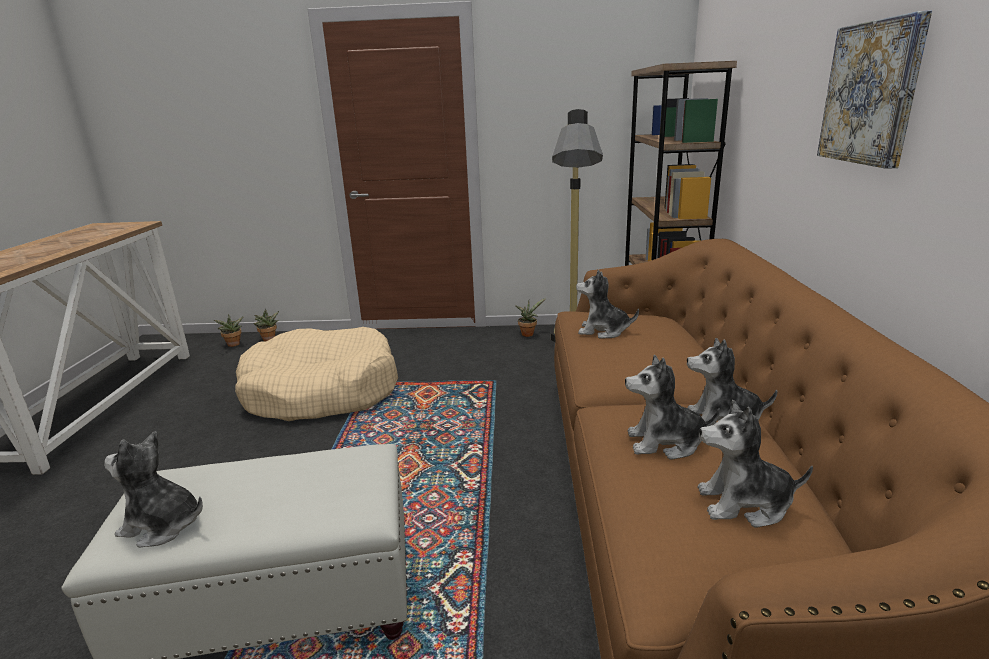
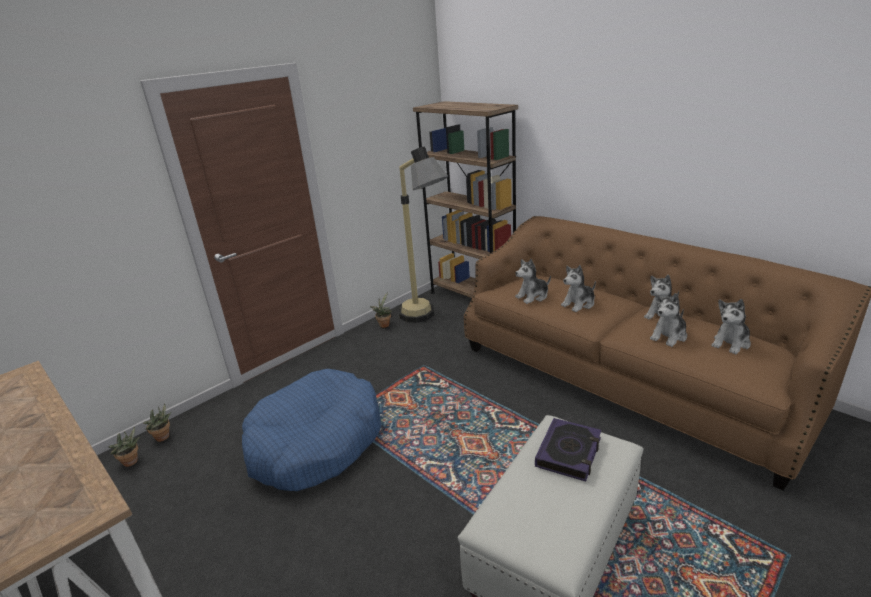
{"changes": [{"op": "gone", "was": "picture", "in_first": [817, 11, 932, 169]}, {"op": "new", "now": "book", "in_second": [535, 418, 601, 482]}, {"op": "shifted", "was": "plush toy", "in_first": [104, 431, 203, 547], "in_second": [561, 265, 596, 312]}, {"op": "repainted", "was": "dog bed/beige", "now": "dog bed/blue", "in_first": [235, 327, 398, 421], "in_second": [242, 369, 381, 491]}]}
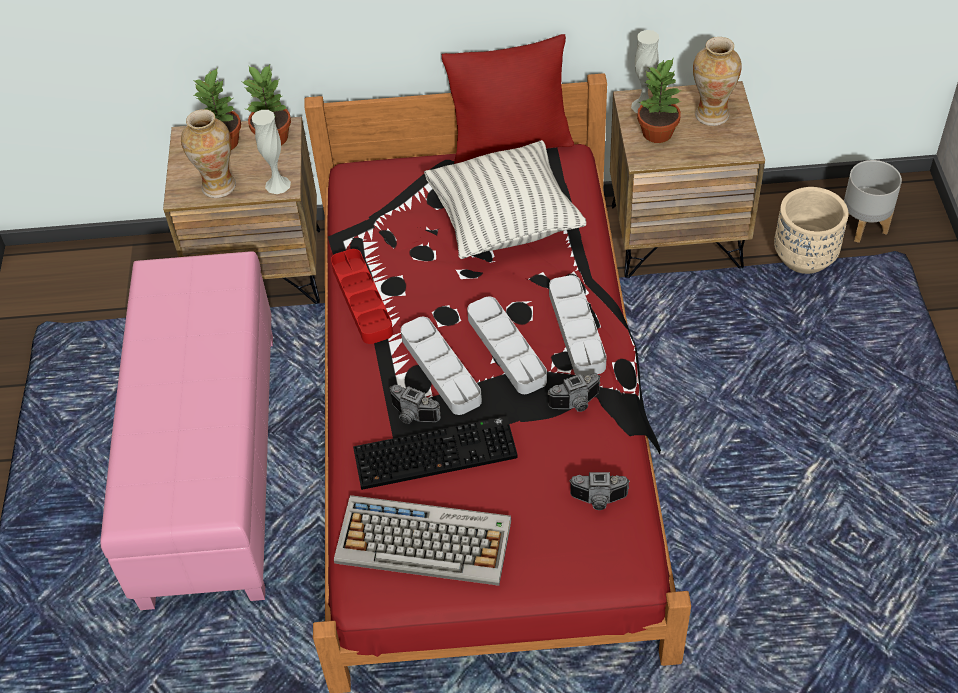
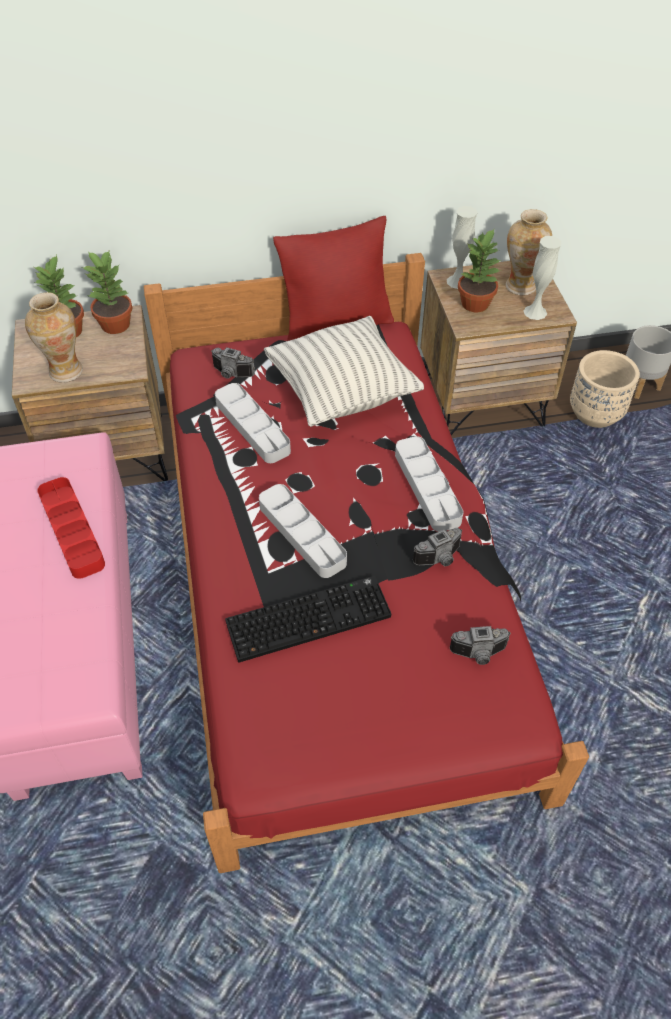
{"changes": [{"op": "gone", "was": "keyboard", "in_first": [334, 495, 511, 586]}, {"op": "shifted", "was": "vase/white", "in_first": [252, 110, 291, 194], "in_second": [524, 236, 561, 320]}, {"op": "shifted", "was": "tray/red", "in_first": [331, 249, 393, 344], "in_second": [37, 477, 105, 579]}, {"op": "shifted", "was": "photo camera", "in_first": [390, 385, 441, 424], "in_second": [211, 347, 255, 379]}, {"op": "shifted", "was": "tray/grey", "in_first": [467, 296, 547, 394], "in_second": [215, 383, 291, 463]}]}
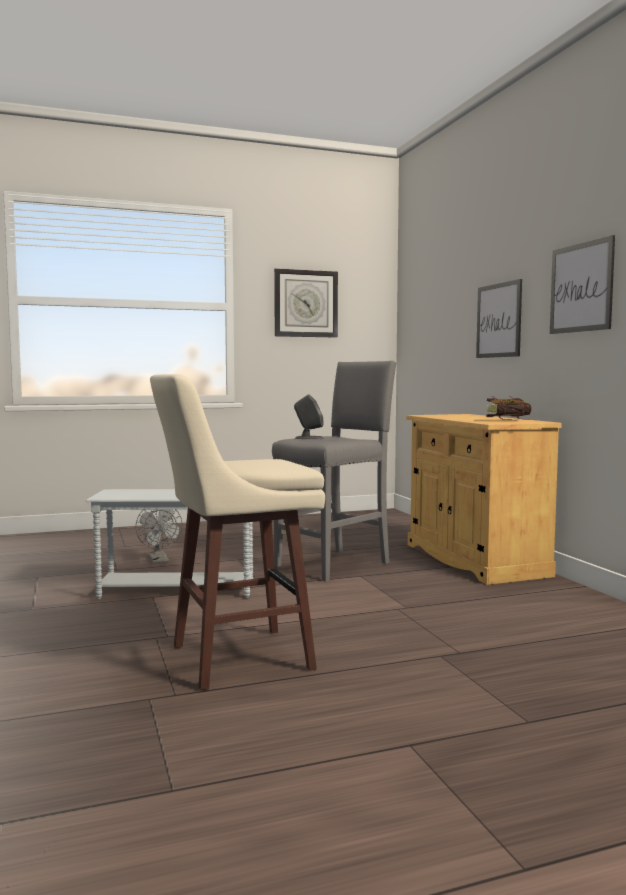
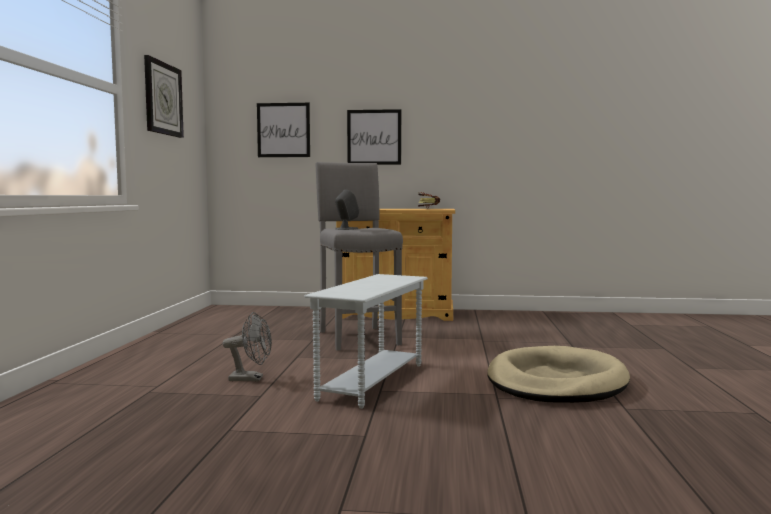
{"changes": [{"op": "shifted", "was": "picture", "in_first": [550, 235, 615, 334], "in_second": [257, 103, 310, 157]}, {"op": "swapped", "was": "stool/beige", "now": "dog bed/beige", "in_first": [150, 374, 325, 691], "in_second": [487, 346, 630, 403]}]}
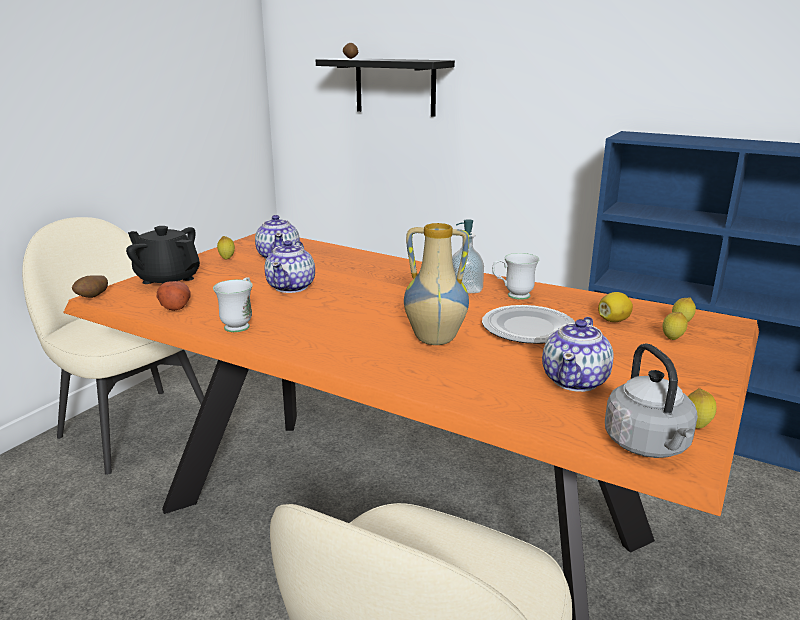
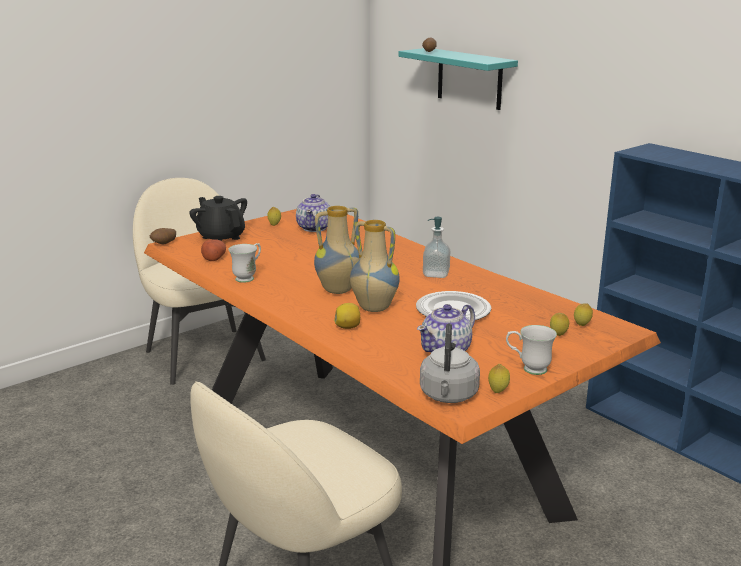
{"changes": [{"op": "gone", "was": "teapot", "in_first": [265, 240, 315, 293]}, {"op": "new", "now": "vase", "in_second": [314, 206, 360, 294]}, {"op": "shifted", "was": "mug/white", "in_first": [492, 253, 539, 300], "in_second": [506, 325, 557, 375]}, {"op": "shifted", "was": "lemon", "in_first": [598, 292, 633, 322], "in_second": [334, 303, 360, 329]}, {"op": "repainted", "was": "shelf/black", "now": "shelf/turquoise", "in_first": [316, 58, 455, 117], "in_second": [398, 48, 518, 110]}]}
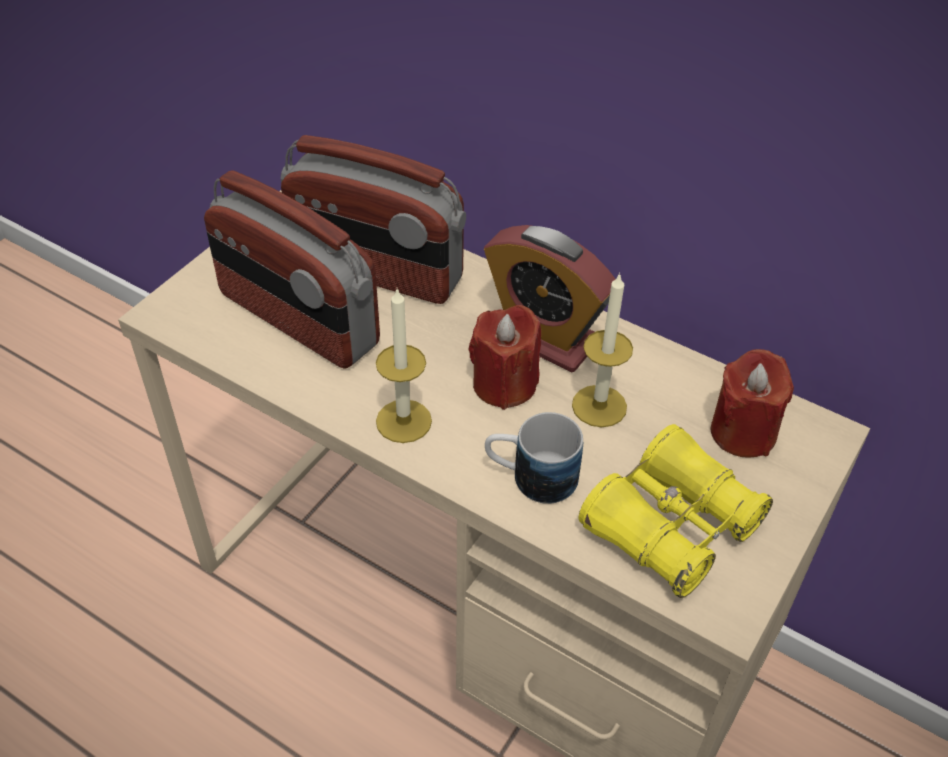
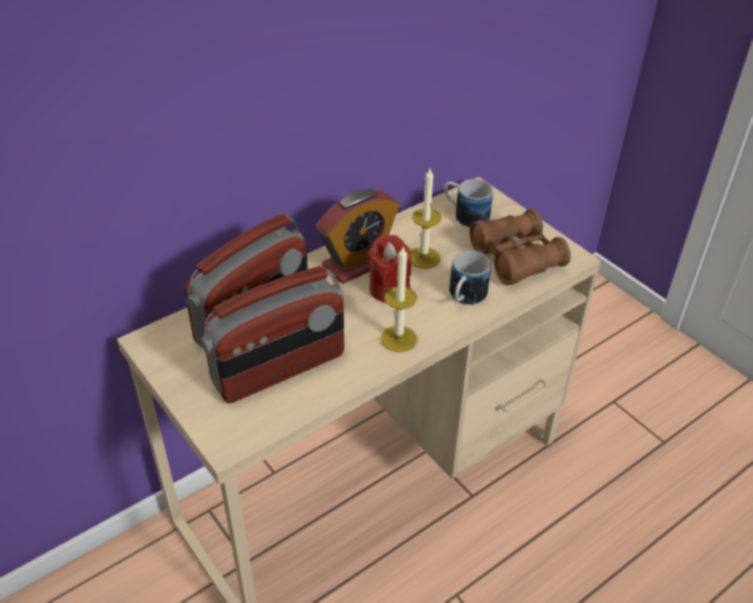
{"changes": [{"op": "swapped", "was": "candle/red", "now": "mug", "in_first": [710, 349, 794, 458], "in_second": [444, 179, 493, 228]}, {"op": "repainted", "was": "binoculars/yellow", "now": "binoculars/brown", "in_first": [579, 424, 773, 598], "in_second": [469, 209, 571, 285]}]}
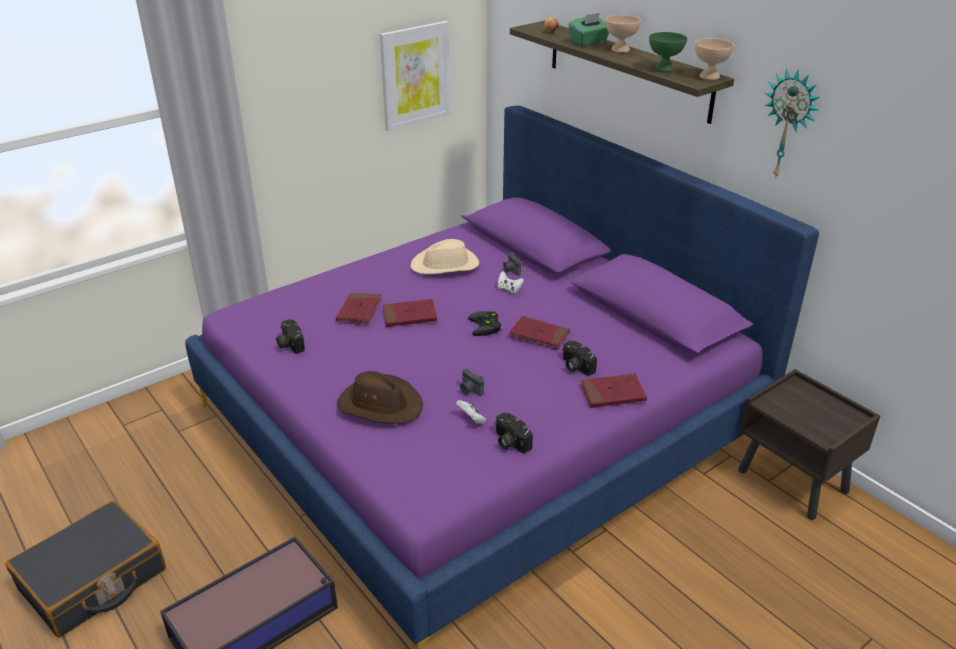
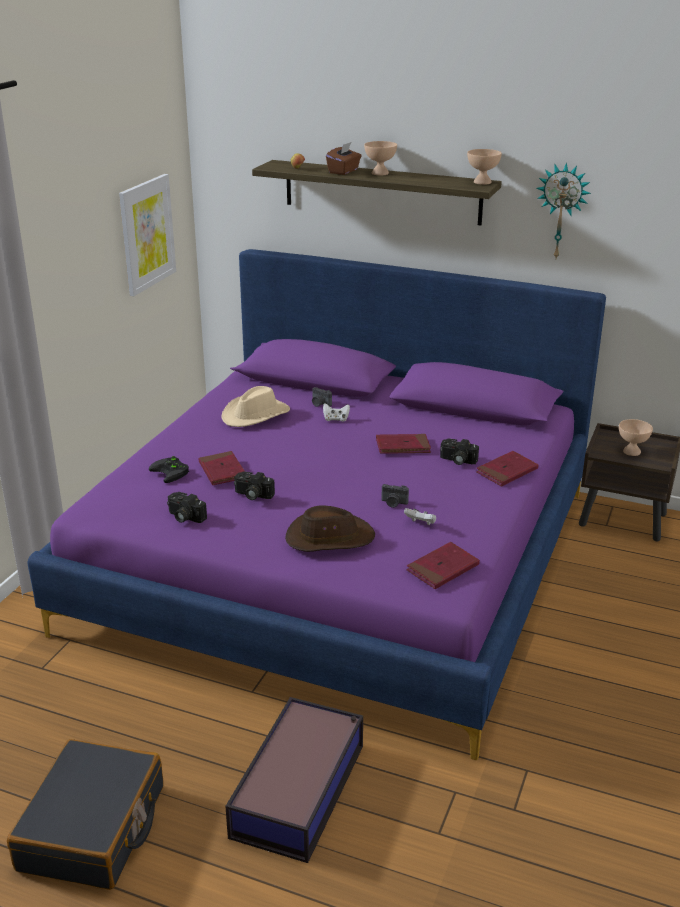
{"changes": [{"op": "gone", "was": "bowl/green", "in_first": [649, 32, 687, 72]}, {"op": "new", "now": "bowl/beige", "in_second": [619, 419, 653, 456]}, {"op": "shifted", "was": "book/red", "in_first": [383, 299, 437, 327], "in_second": [407, 542, 480, 589]}, {"op": "shifted", "was": "game controller/black", "in_first": [468, 311, 501, 336], "in_second": [149, 456, 189, 483]}, {"op": "shifted", "was": "photo camera", "in_first": [495, 412, 533, 453], "in_second": [234, 471, 275, 500]}, {"op": "repainted", "was": "tissue box/green", "now": "tissue box/brown", "in_first": [569, 13, 609, 46], "in_second": [326, 142, 362, 175]}]}
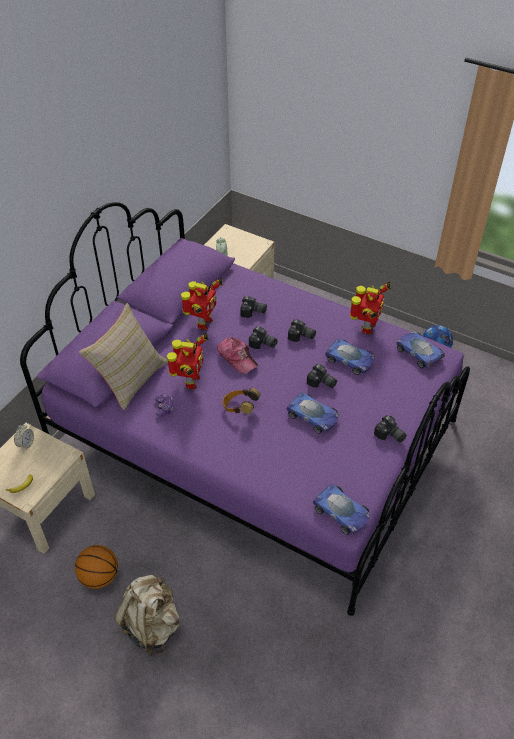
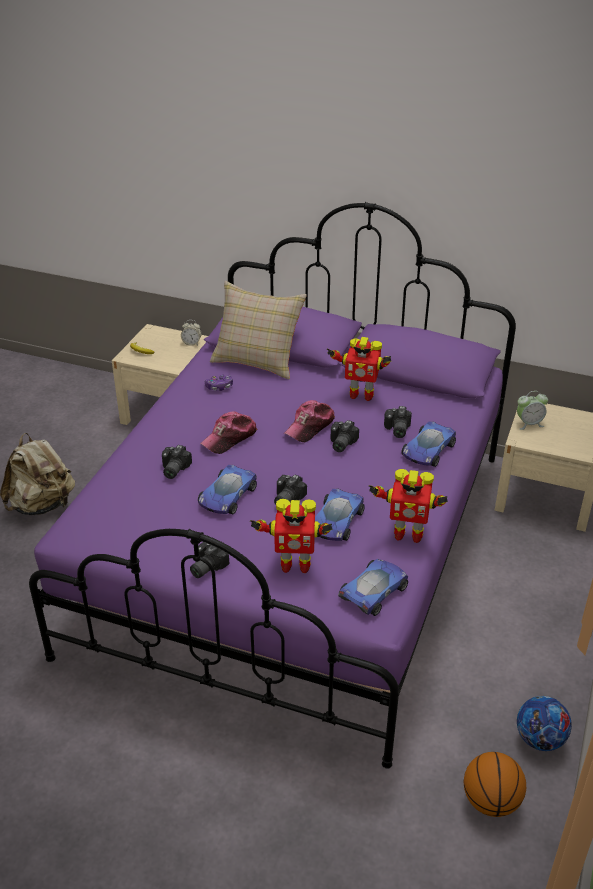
{"changes": [{"op": "shifted", "was": "basketball", "in_first": [75, 545, 118, 589], "in_second": [464, 752, 526, 817]}, {"op": "shifted", "was": "toy robot", "in_first": [167, 332, 209, 389], "in_second": [250, 499, 333, 573]}, {"op": "shifted", "was": "photo camera", "in_first": [288, 319, 316, 342], "in_second": [162, 445, 192, 479]}, {"op": "shifted", "was": "toy car", "in_first": [313, 484, 370, 535], "in_second": [401, 421, 456, 467]}, {"op": "swapped", "was": "headphones", "now": "cap", "in_first": [223, 388, 260, 414], "in_second": [200, 412, 257, 454]}]}
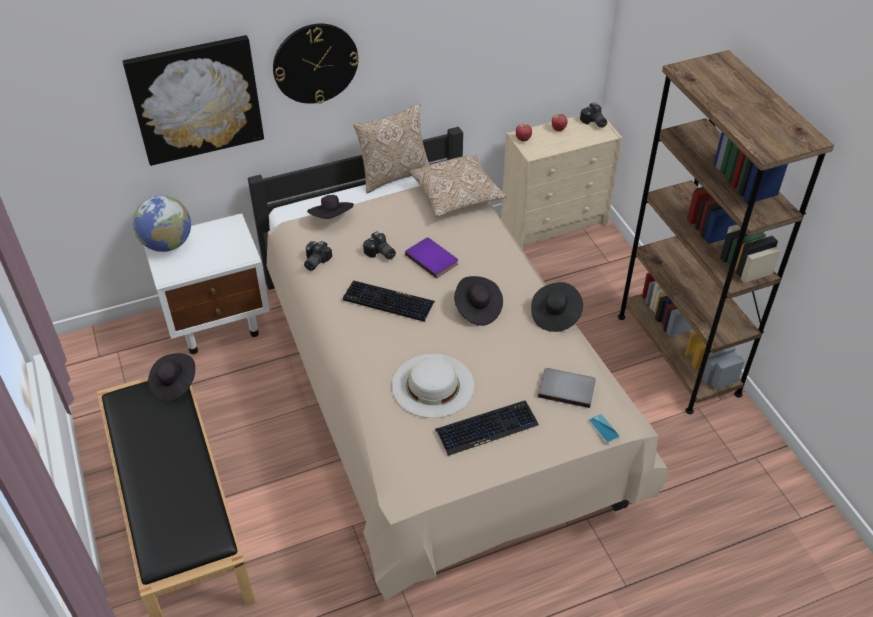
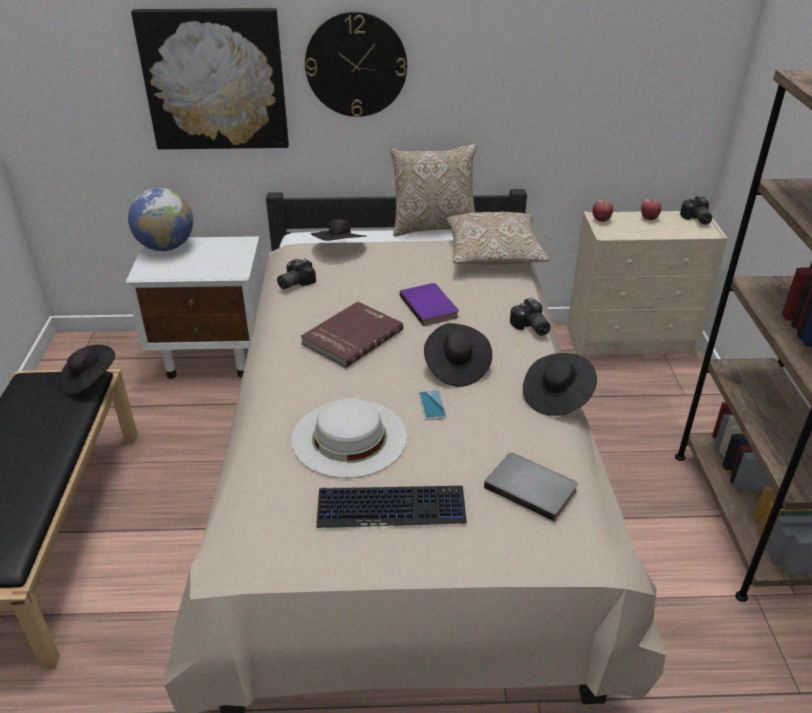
{"changes": [{"op": "shifted", "was": "photo camera", "in_first": [363, 231, 396, 260], "in_second": [510, 298, 551, 335]}, {"op": "shifted", "was": "phone", "in_first": [588, 414, 620, 443], "in_second": [419, 390, 447, 420]}, {"op": "swapped", "was": "keyboard", "now": "book/red", "in_first": [343, 281, 435, 322], "in_second": [301, 301, 403, 368]}]}
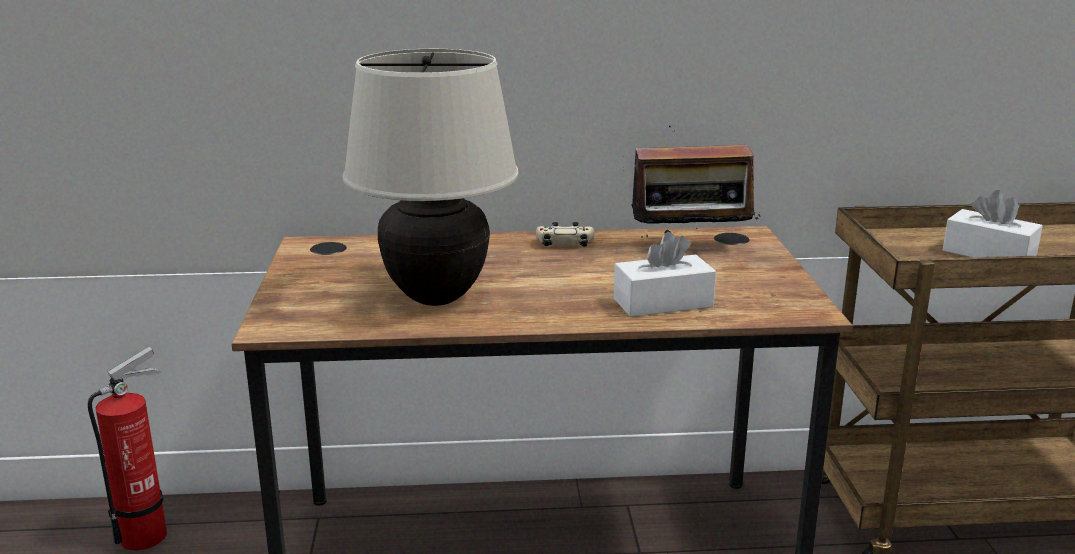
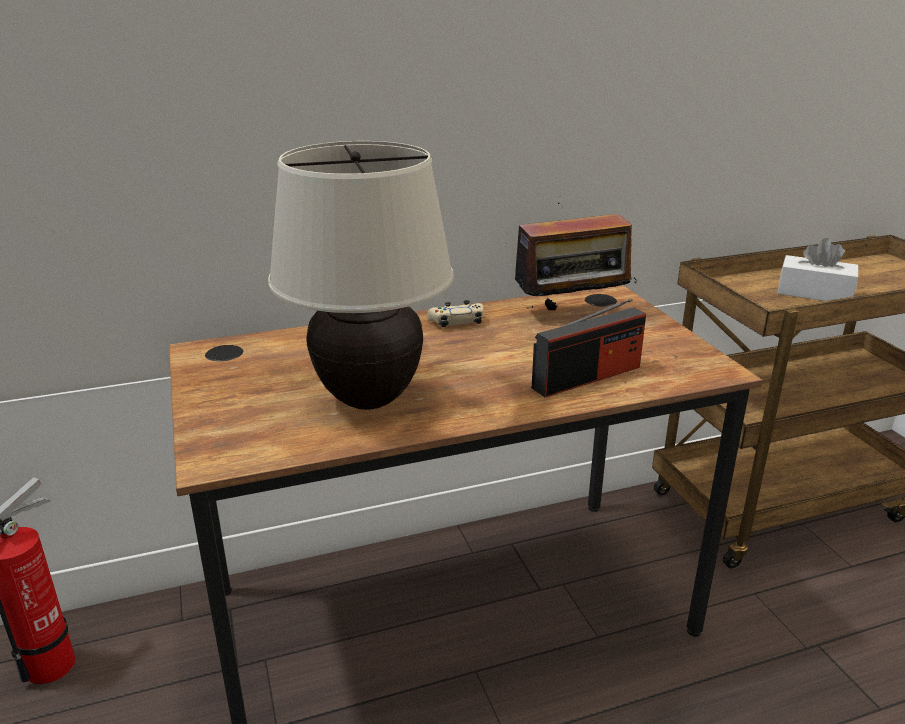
{"changes": [{"op": "swapped", "was": "tissue box/white", "now": "radio", "in_first": [614, 232, 716, 317], "in_second": [532, 298, 646, 397]}]}
